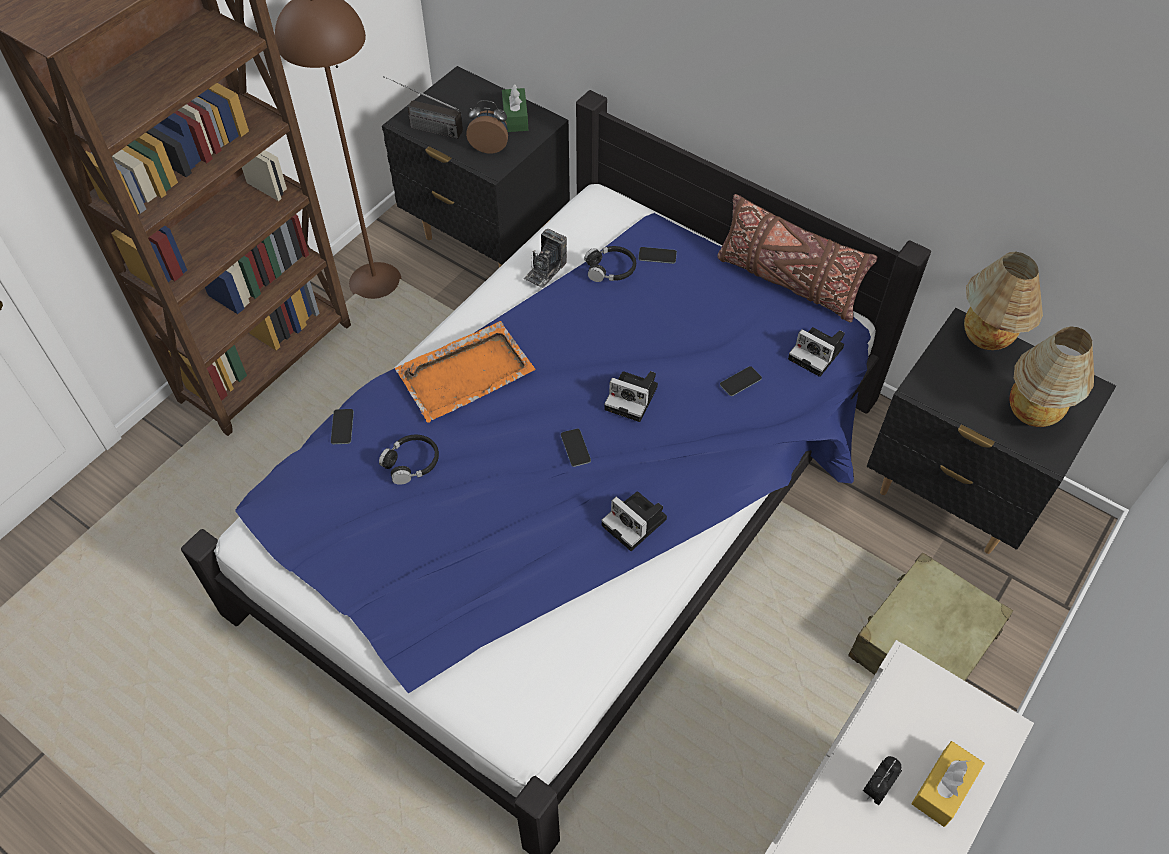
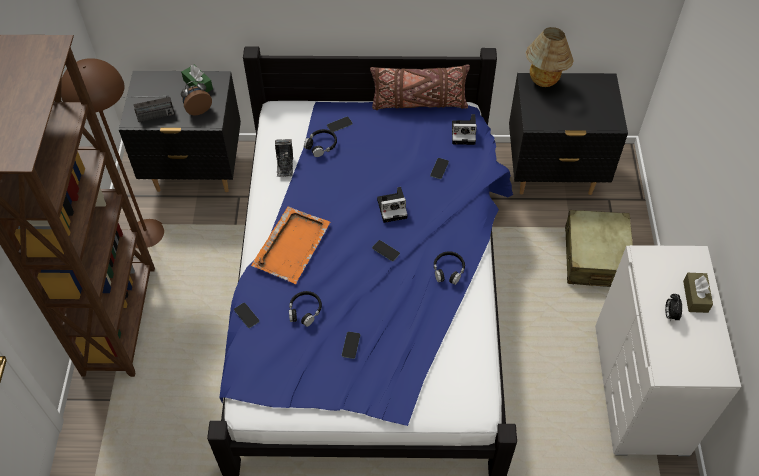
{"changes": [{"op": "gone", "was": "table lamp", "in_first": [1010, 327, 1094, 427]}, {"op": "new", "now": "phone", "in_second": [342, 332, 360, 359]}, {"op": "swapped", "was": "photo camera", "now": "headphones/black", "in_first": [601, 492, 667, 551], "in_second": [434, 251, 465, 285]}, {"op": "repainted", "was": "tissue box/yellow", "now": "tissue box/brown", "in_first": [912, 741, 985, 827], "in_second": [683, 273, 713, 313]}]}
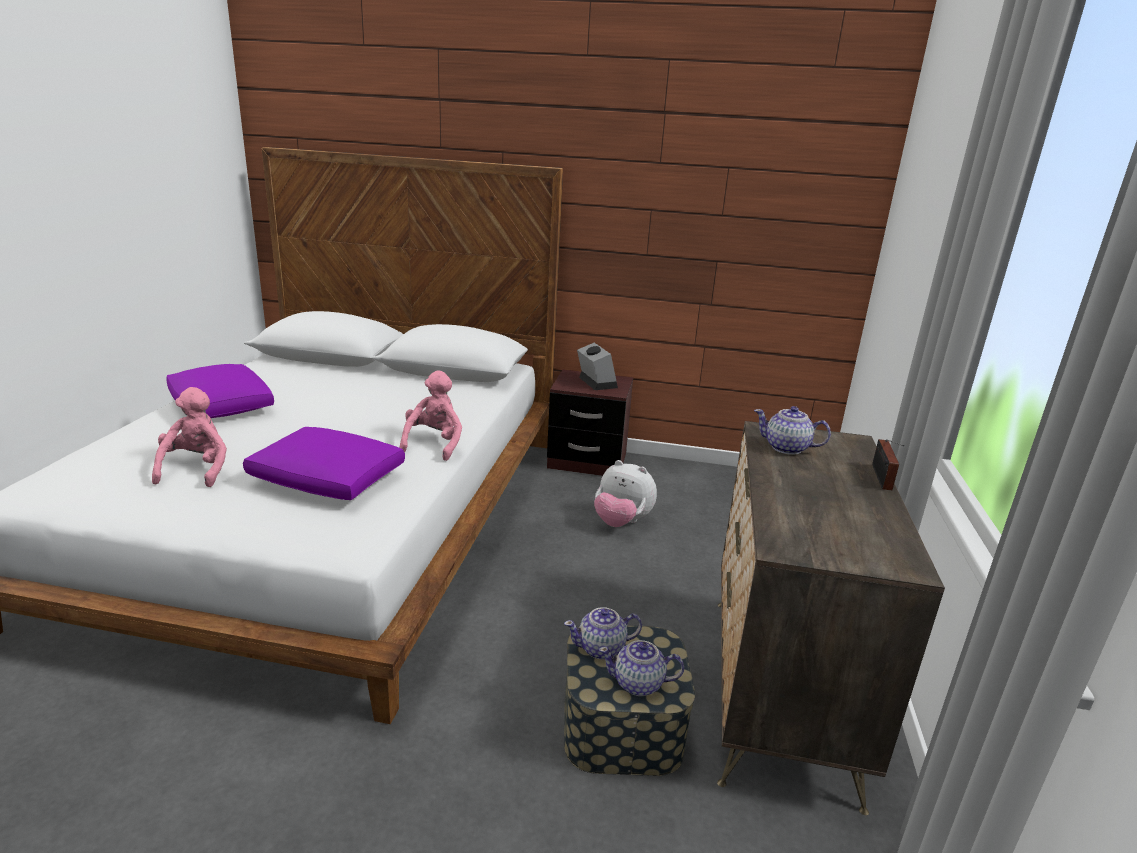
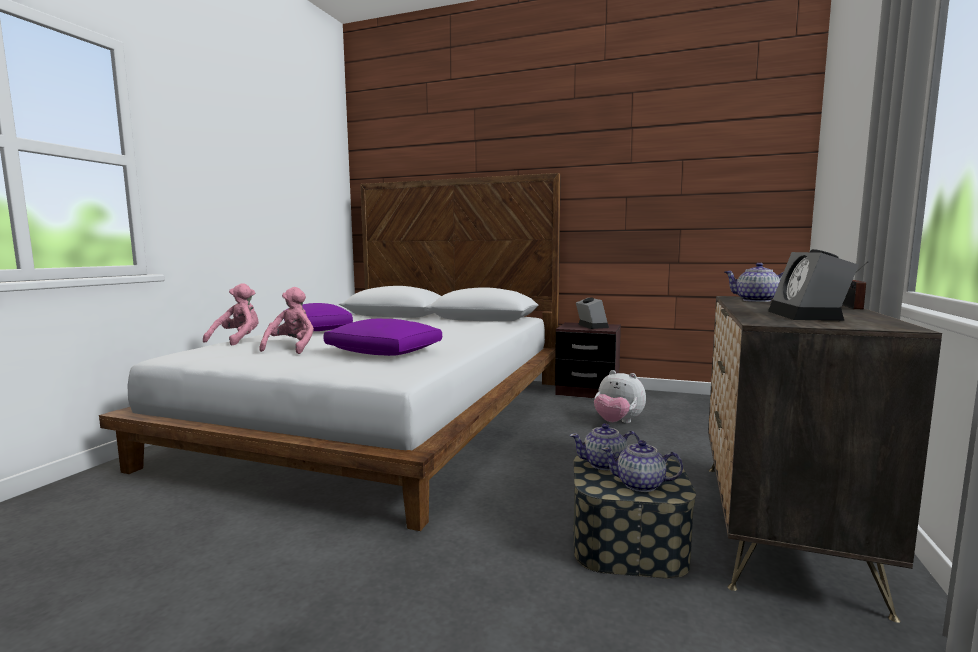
{"changes": [{"op": "new", "now": "alarm clock", "in_second": [768, 249, 859, 321]}, {"op": "shifted", "was": "plush toy/pink", "in_first": [399, 370, 462, 461], "in_second": [203, 283, 259, 345]}]}
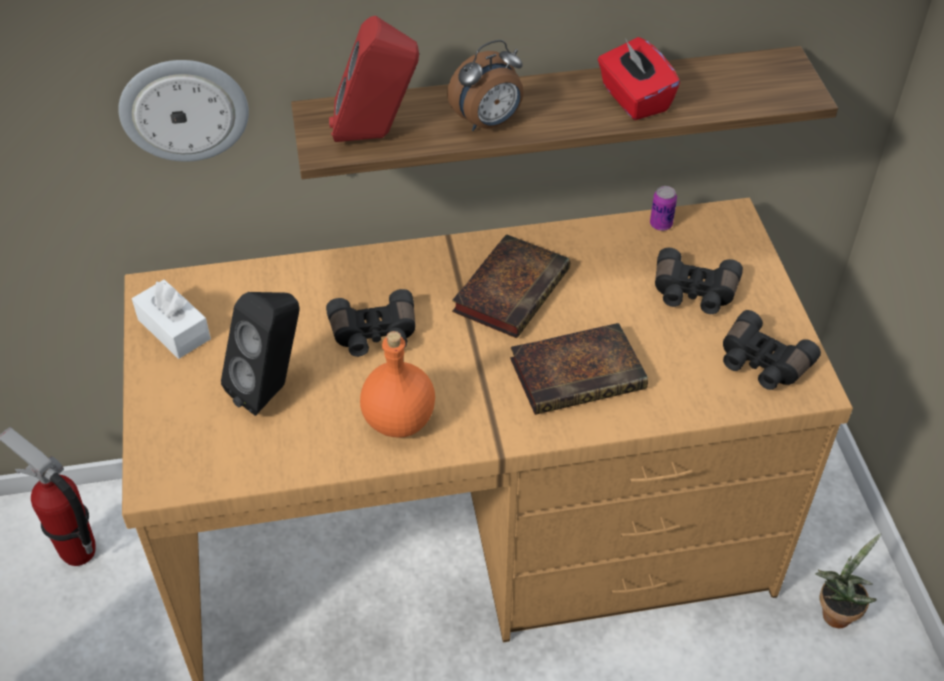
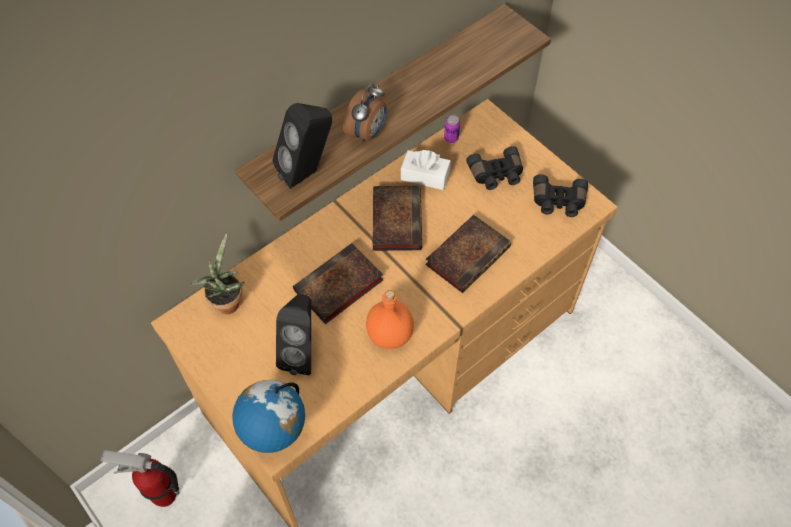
{"changes": [{"op": "gone", "was": "wall clock", "in_first": [118, 60, 249, 162]}, {"op": "gone", "was": "tissue box/red", "in_first": [598, 37, 680, 120]}, {"op": "new", "now": "globe", "in_second": [232, 380, 305, 453]}, {"op": "shifted", "was": "tissue box/white", "in_first": [132, 280, 211, 359], "in_second": [401, 150, 451, 190]}, {"op": "shifted", "was": "potted plant", "in_first": [815, 533, 881, 628], "in_second": [190, 234, 245, 314]}, {"op": "swapped", "was": "binoculars/black", "now": "book", "in_first": [326, 289, 416, 357], "in_second": [293, 243, 383, 324]}, {"op": "repainted", "was": "speaker/red", "now": "speaker/black", "in_first": [329, 16, 419, 142], "in_second": [273, 103, 332, 189]}]}
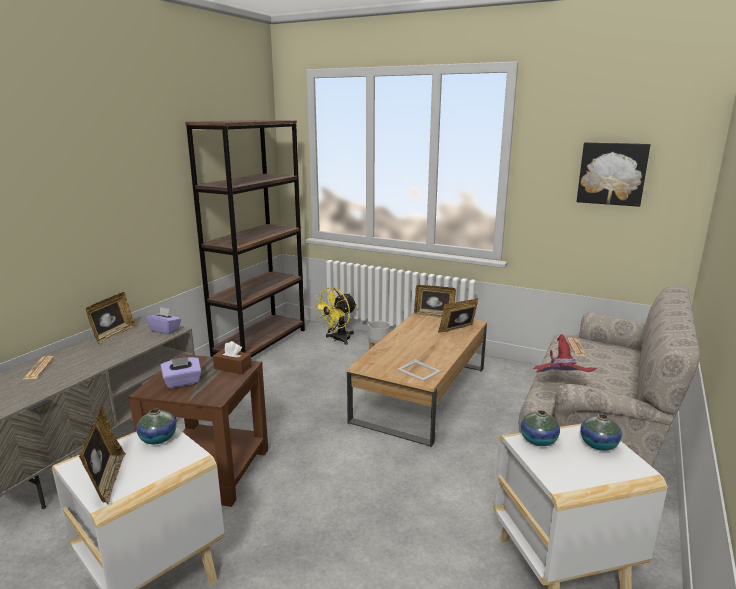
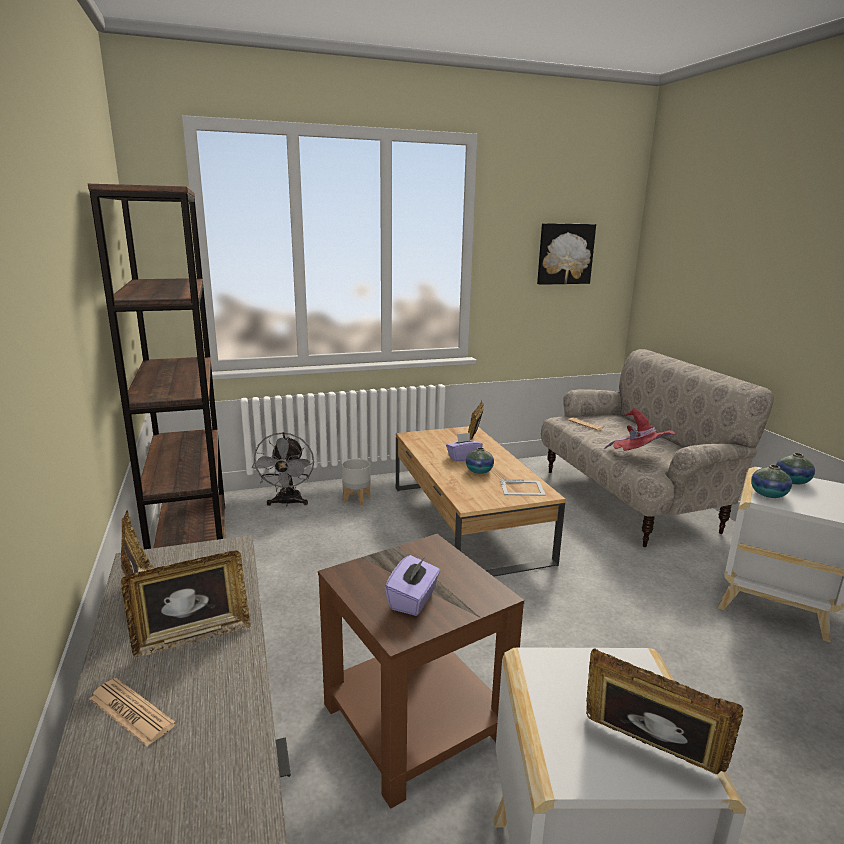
{"changes": [{"op": "gone", "was": "tissue box/brown", "in_first": [213, 341, 252, 374]}, {"op": "shifted", "was": "vase", "in_first": [136, 409, 177, 444], "in_second": [466, 447, 494, 474]}, {"op": "shifted", "was": "tissue box/purple", "in_first": [146, 307, 181, 335], "in_second": [446, 433, 483, 462]}, {"op": "shifted", "was": "picture frame", "in_first": [414, 285, 456, 317], "in_second": [121, 551, 251, 657]}, {"op": "repainted", "was": "fan/yellow", "now": "fan/grey", "in_first": [313, 287, 357, 345], "in_second": [252, 432, 314, 507]}]}
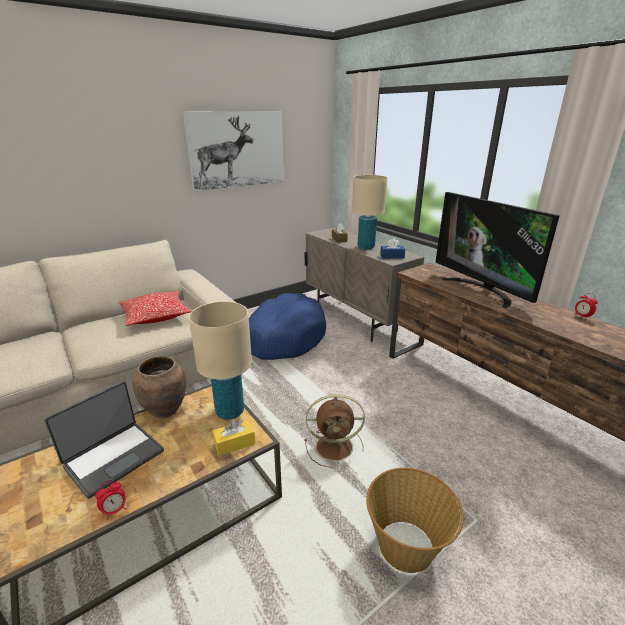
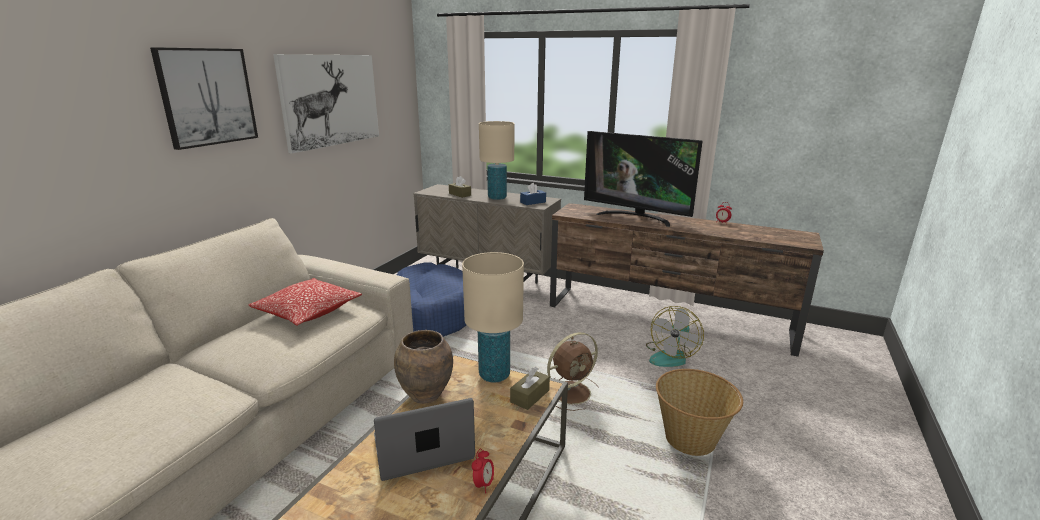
{"changes": [{"op": "new", "now": "picture", "in_second": [150, 47, 258, 150]}, {"op": "new", "now": "fan", "in_second": [646, 306, 704, 367]}, {"op": "repainted", "was": "tissue box/yellow", "now": "tissue box/brown", "in_first": [212, 419, 255, 456], "in_second": [510, 367, 550, 410]}, {"op": "rotated", "was": "laptop", "in_first": [44, 381, 164, 499], "in_second": [374, 398, 475, 481], "clockwise": -120}]}
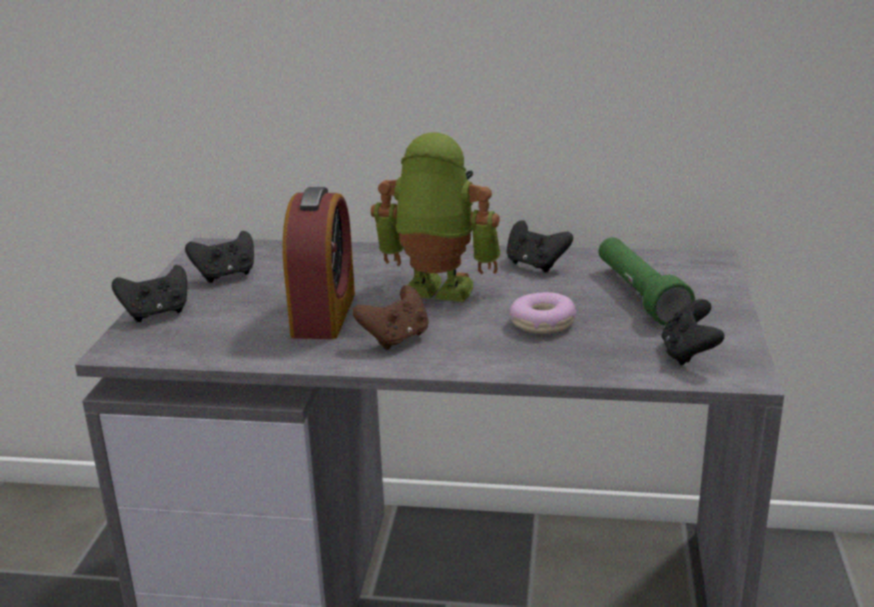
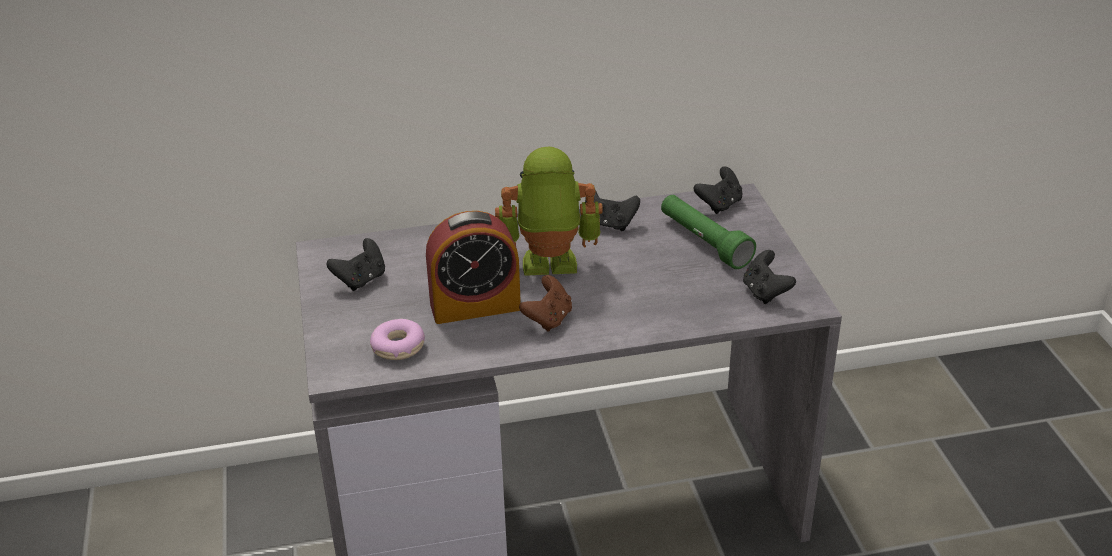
{"changes": [{"op": "shifted", "was": "game controller/black", "in_first": [112, 265, 187, 322], "in_second": [694, 167, 743, 214]}, {"op": "shifted", "was": "donut", "in_first": [510, 292, 576, 334], "in_second": [370, 319, 425, 360]}, {"op": "rotated", "was": "alarm clock", "in_first": [283, 187, 355, 339], "in_second": [426, 211, 521, 324], "clockwise": 90}]}
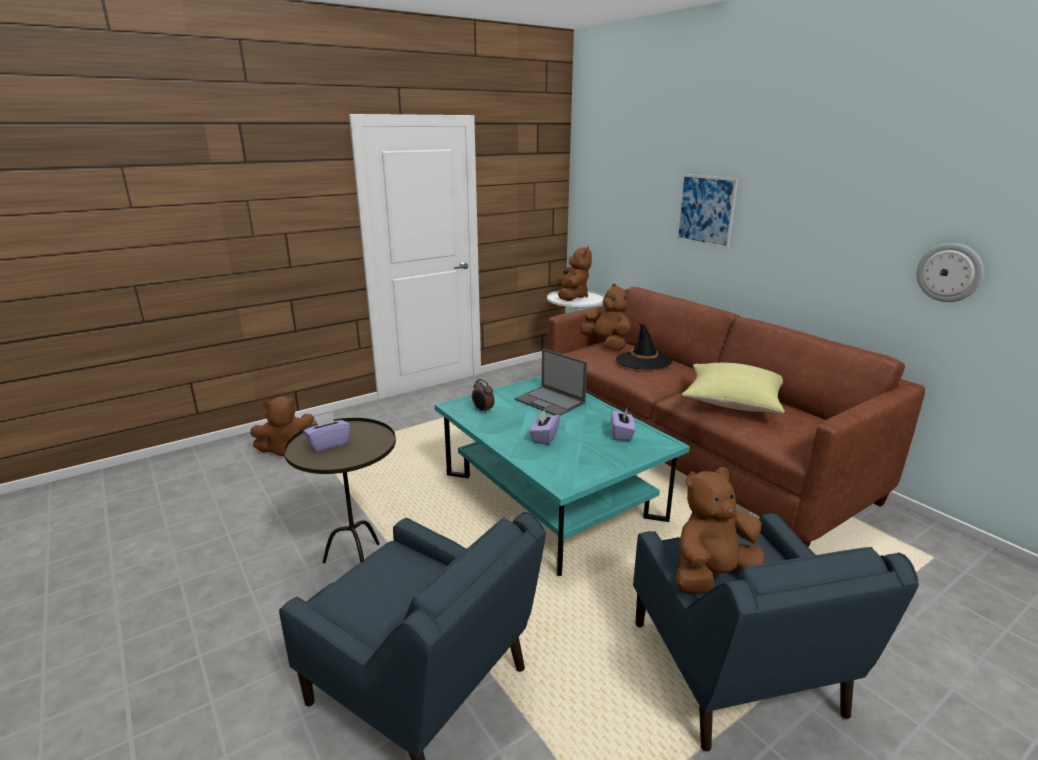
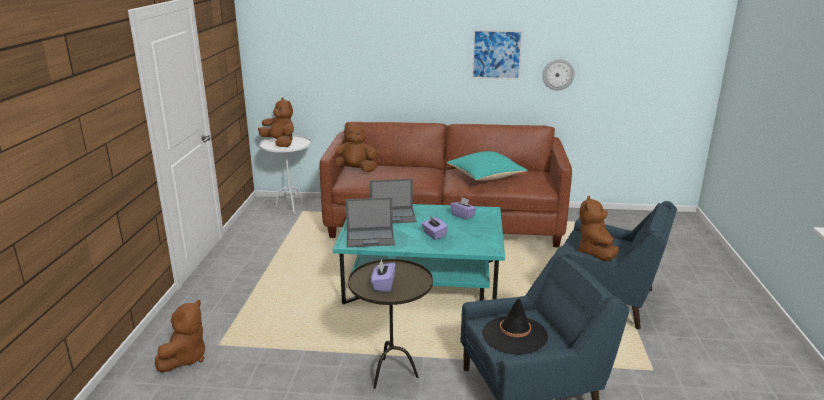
{"changes": [{"op": "shifted", "was": "hat/black", "in_first": [616, 322, 672, 370], "in_second": [482, 299, 548, 354]}, {"op": "shifted", "was": "picture", "in_first": [676, 174, 738, 249], "in_second": [472, 30, 523, 80]}, {"op": "swapped", "was": "alarm clock", "now": "laptop", "in_first": [472, 379, 495, 414], "in_second": [346, 198, 395, 247]}, {"op": "repainted", "was": "pillow/yellow", "now": "pillow/turquoise", "in_first": [682, 363, 785, 413], "in_second": [447, 151, 527, 181]}]}
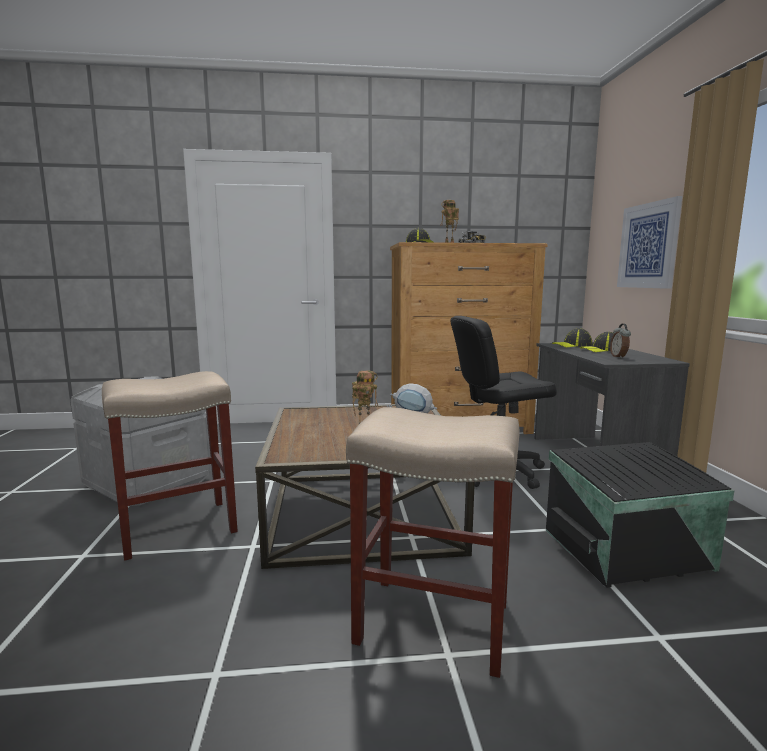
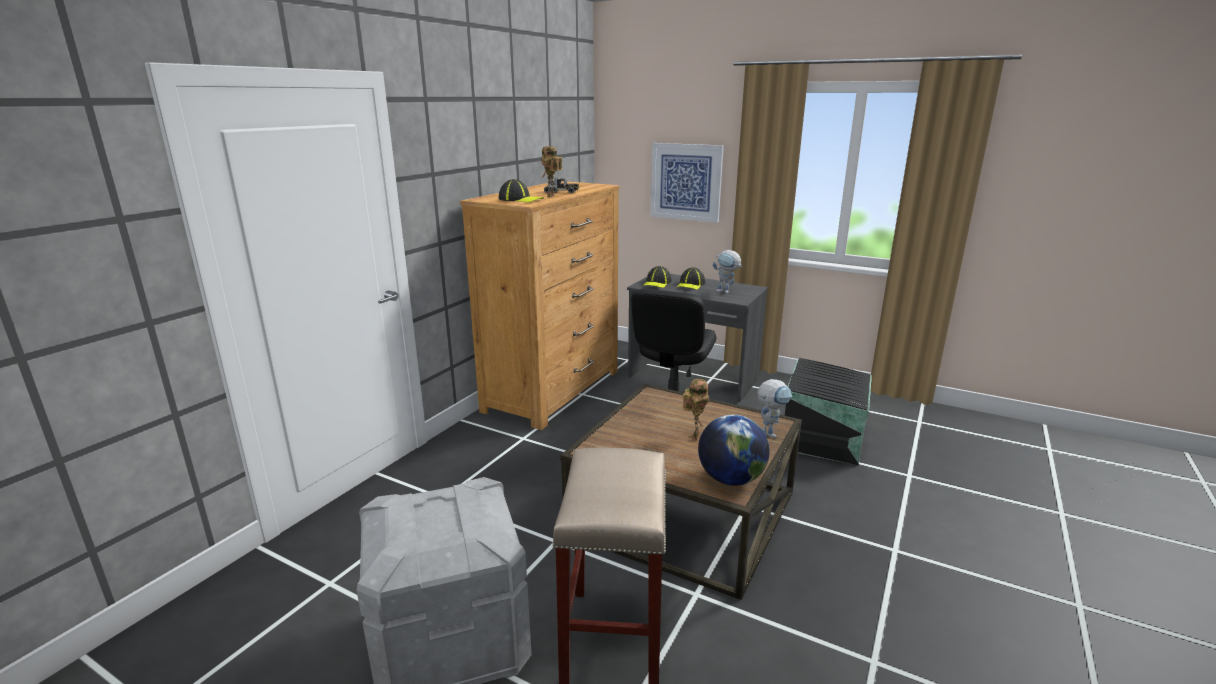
{"changes": [{"op": "gone", "was": "stool/beige", "in_first": [346, 407, 520, 678]}, {"op": "new", "now": "globe", "in_second": [698, 415, 770, 486]}, {"op": "swapped", "was": "alarm clock", "now": "toy robot", "in_first": [610, 323, 631, 358], "in_second": [712, 250, 743, 294]}]}
